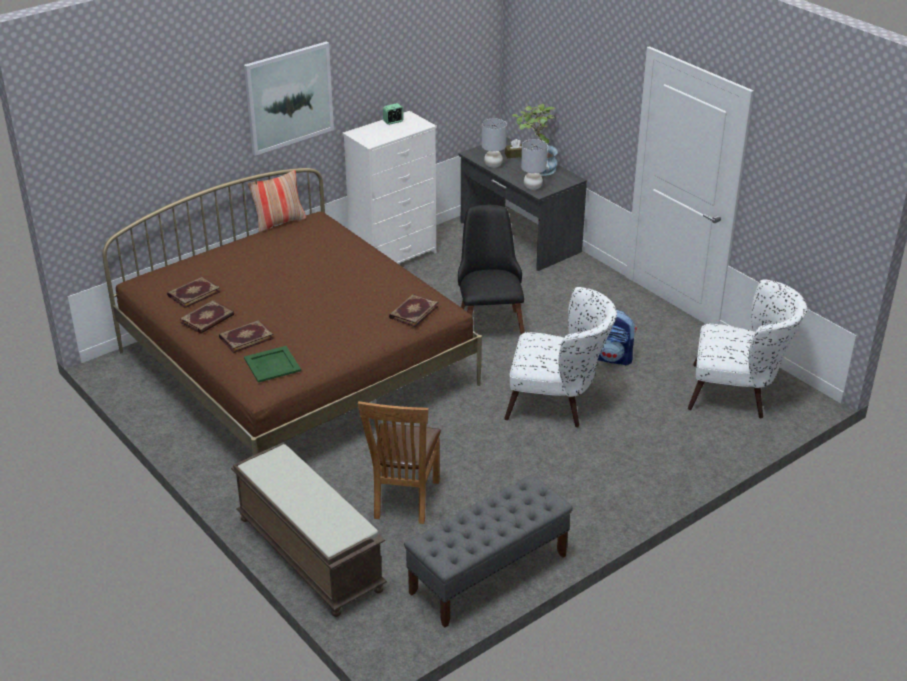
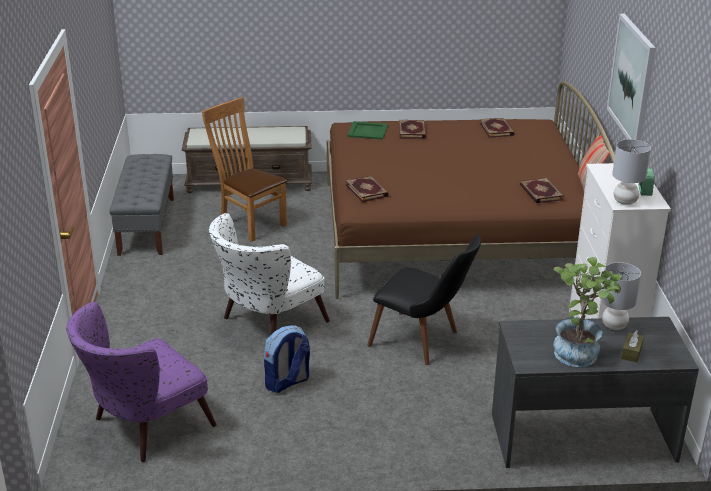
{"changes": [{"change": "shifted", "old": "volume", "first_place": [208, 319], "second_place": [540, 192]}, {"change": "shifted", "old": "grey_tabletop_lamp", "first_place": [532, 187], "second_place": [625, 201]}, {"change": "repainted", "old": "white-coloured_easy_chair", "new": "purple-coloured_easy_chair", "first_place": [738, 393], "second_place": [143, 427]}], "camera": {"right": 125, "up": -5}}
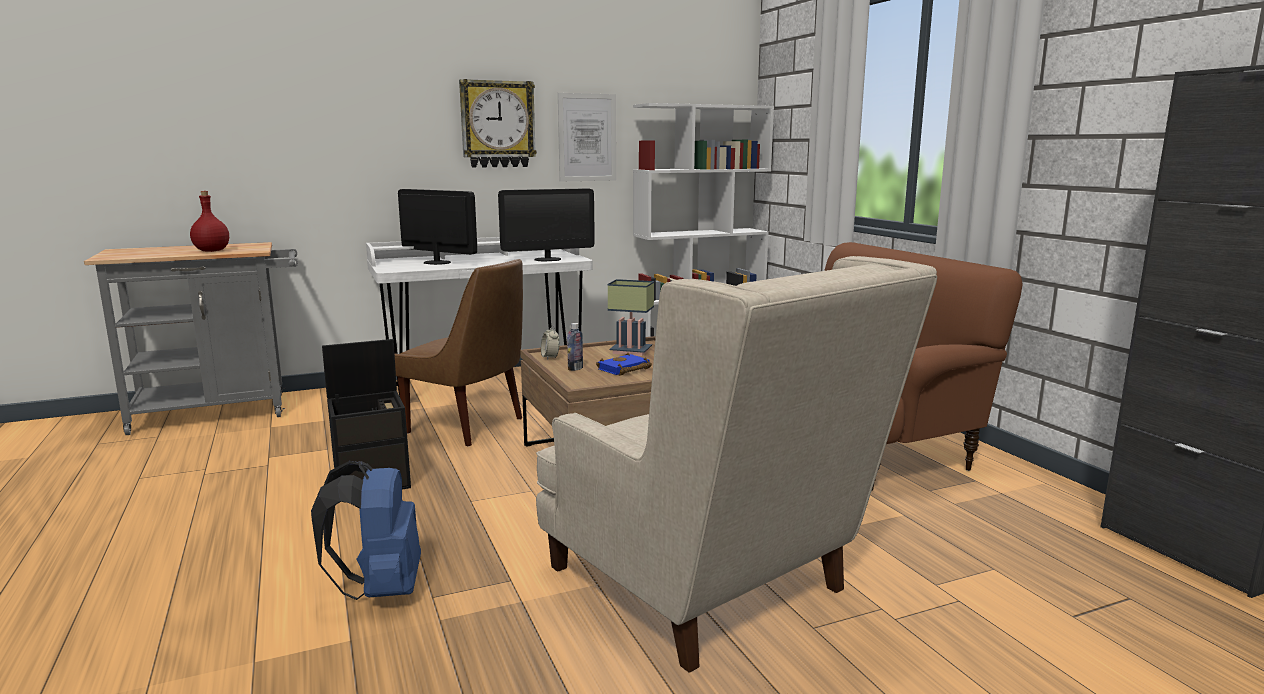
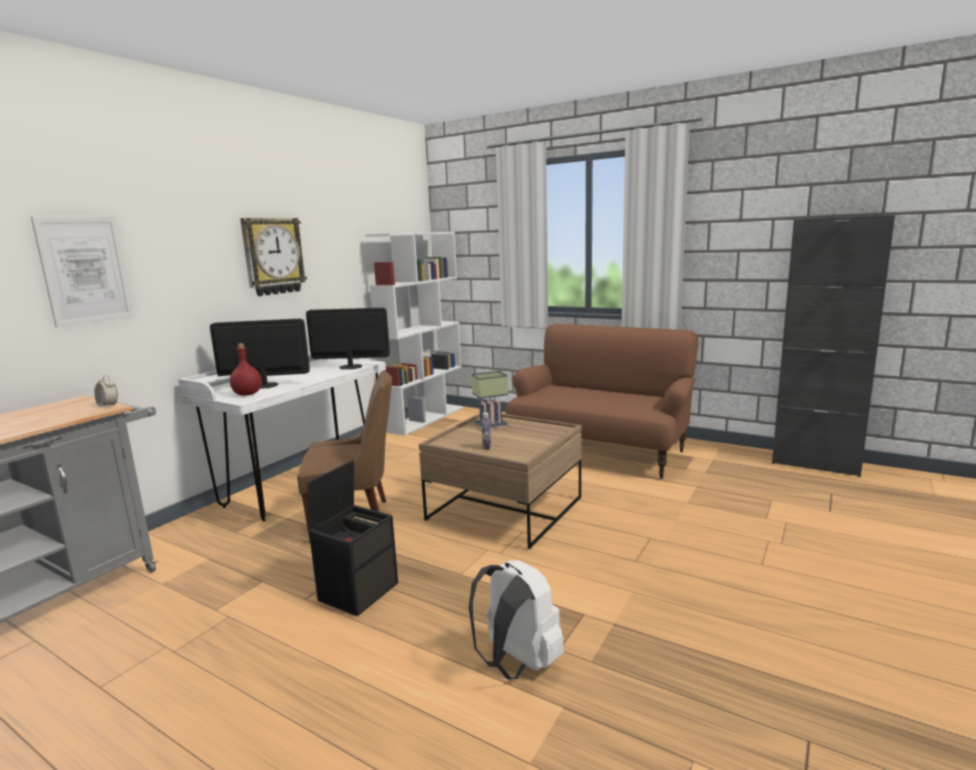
{"changes": [{"change": "gone", "old": "beige_easy_chair", "first_place": [712, 589]}, {"change": "gone", "old": "blue_volume", "first_place": [624, 369]}, {"change": "shifted", "old": "reddish_drink_bottle", "first_place": [212, 251], "second_place": [248, 394]}, {"change": "shifted", "old": "bedside_clock", "first_place": [550, 357], "second_place": [108, 405]}, {"change": "shifted", "old": "wall_art", "first_place": [587, 137], "second_place": [86, 270]}, {"change": "repainted", "old": "blue_rucksack", "new": "white-coloured_rucksack", "first_place": [380, 589], "second_place": [516, 663]}, {"change": "rotated", "old": "computer_screen", "first_place": [547, 259], "second_place": [350, 367], "degrees": -120}], "camera": {"right": -35, "up": 0}}
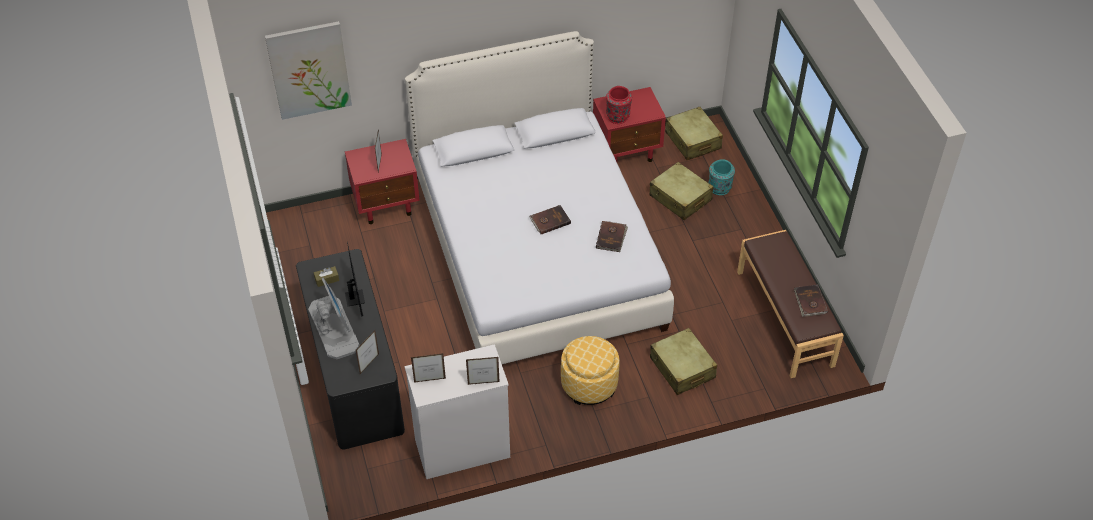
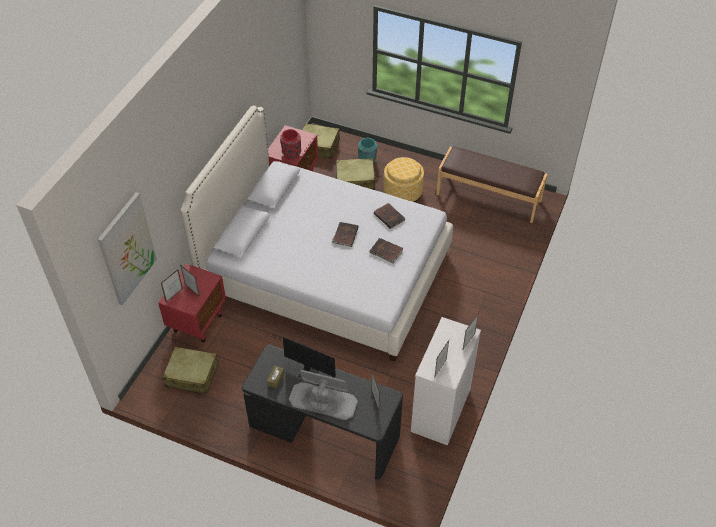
{"changes": [{"change": "new", "new": "photo_frame", "second_place": [174, 295]}, {"change": "shifted", "old": "pouffe", "first_place": [589, 384], "second_place": [402, 193]}, {"change": "shifted", "old": "beige_travel_case", "first_place": [682, 368], "second_place": [192, 375]}, {"change": "shifted", "old": "brown-coloured_volume", "first_place": [810, 302], "second_place": [386, 252]}], "camera": {"right": -50, "up": 0}}
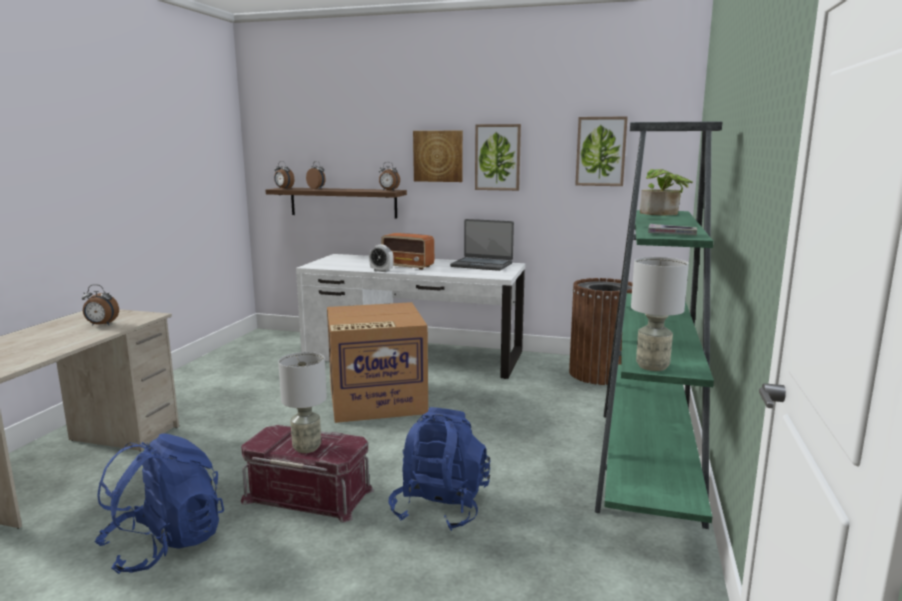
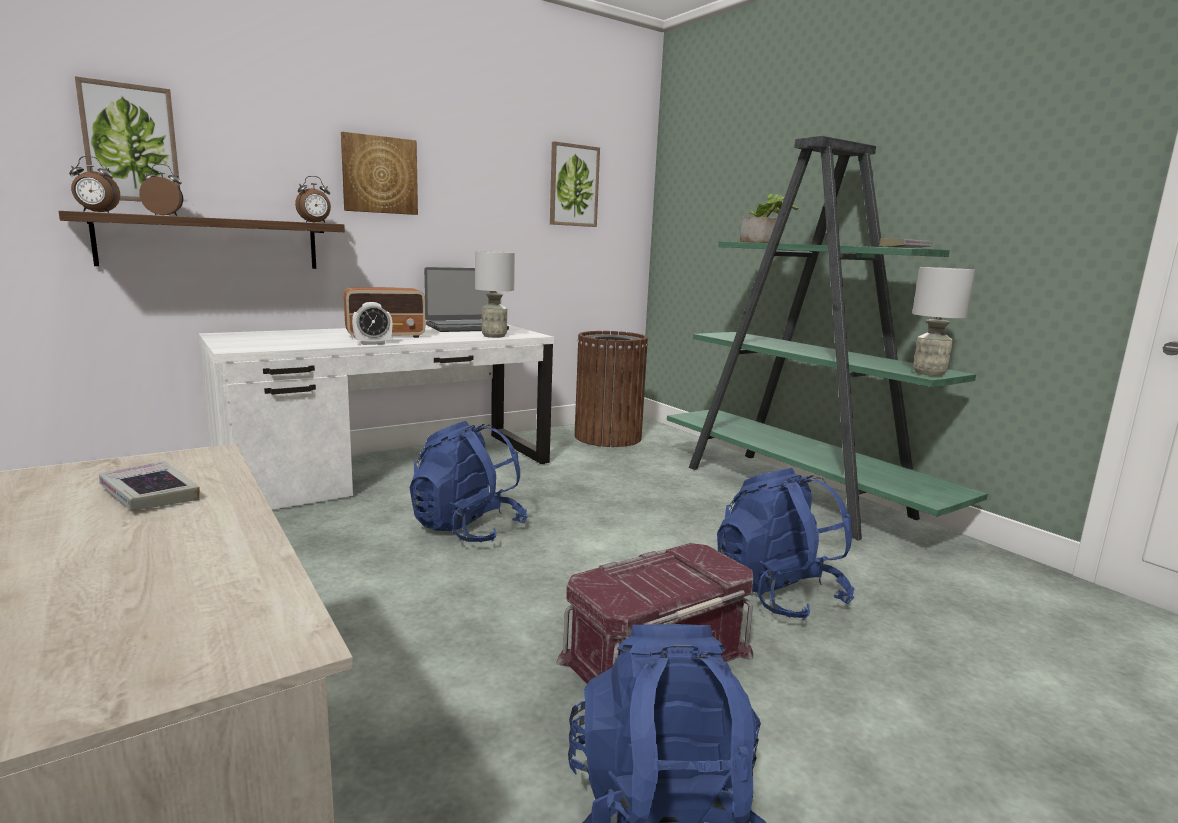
{"changes": [{"change": "shifted", "old": "grey_tabletop_lamp", "first_place": [306, 447], "second_place": [493, 336]}, {"change": "shifted", "old": "wall_art", "first_place": [497, 157], "second_place": [130, 143]}, {"change": "swapped", "old": "bedside_clock", "new": "volume", "first_place": [101, 325], "second_place": [149, 494]}, {"change": "swapped", "old": "carton", "new": "blue_rucksack", "first_place": [375, 400], "second_place": [467, 529]}], "camera": {"right": -50, "up": 0}}
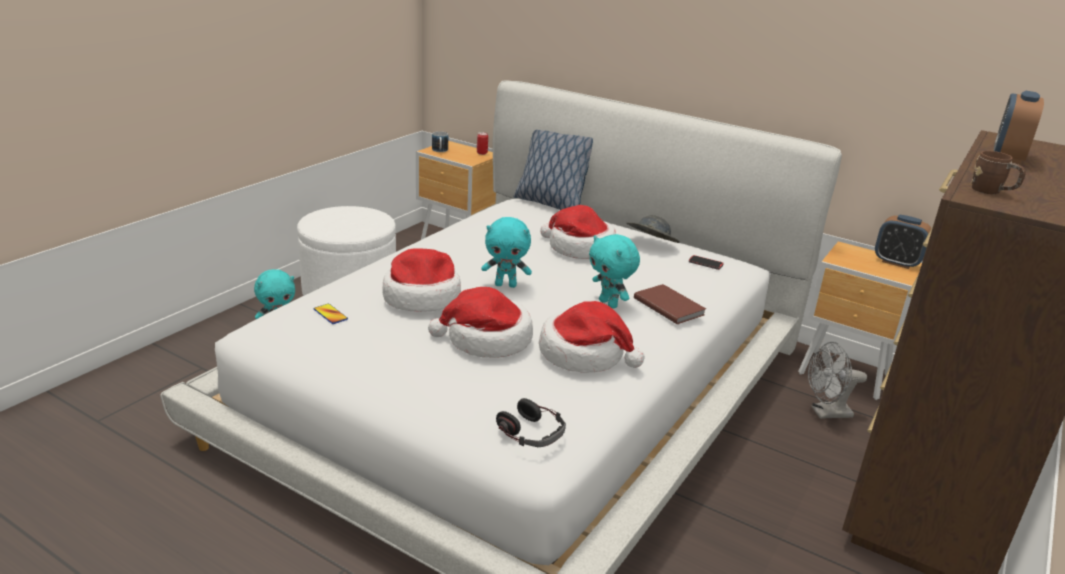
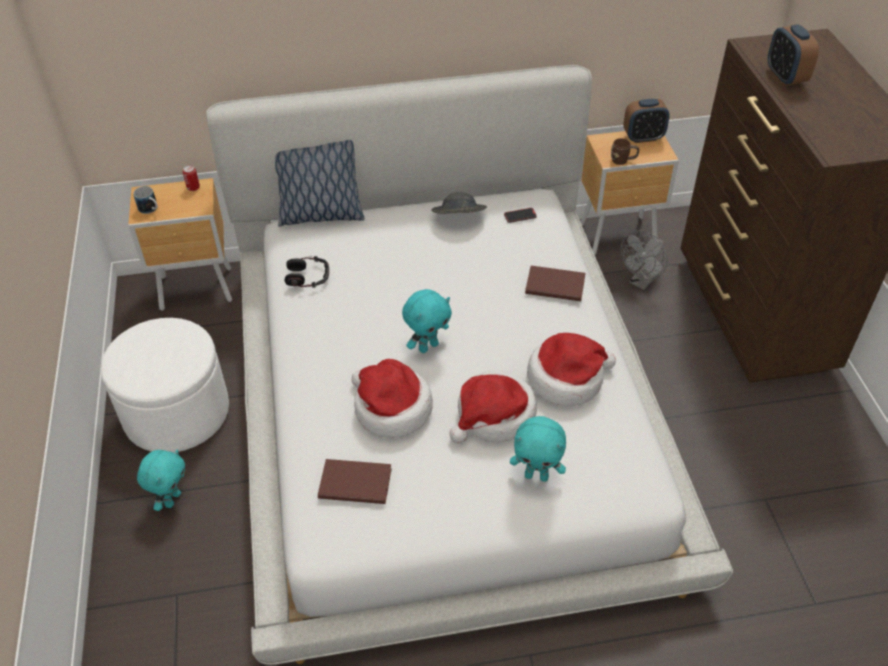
{"changes": [{"change": "gone", "old": "wearable_hat", "first_place": [579, 248]}, {"change": "shifted", "old": "headset", "first_place": [531, 432], "second_place": [308, 277]}, {"change": "shifted", "old": "turquoise_cuddly_toy", "first_place": [609, 304], "second_place": [537, 475]}, {"change": "shifted", "old": "brown-coloured_coffee_mug", "first_place": [992, 192], "second_place": [623, 161]}, {"change": "swapped", "old": "handset", "new": "brown-coloured_volume", "first_place": [330, 314], "second_place": [354, 482]}], "camera": {"right": -40, "up": 20}}
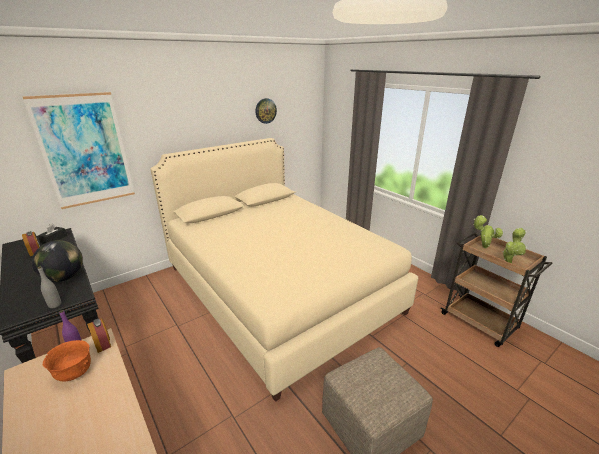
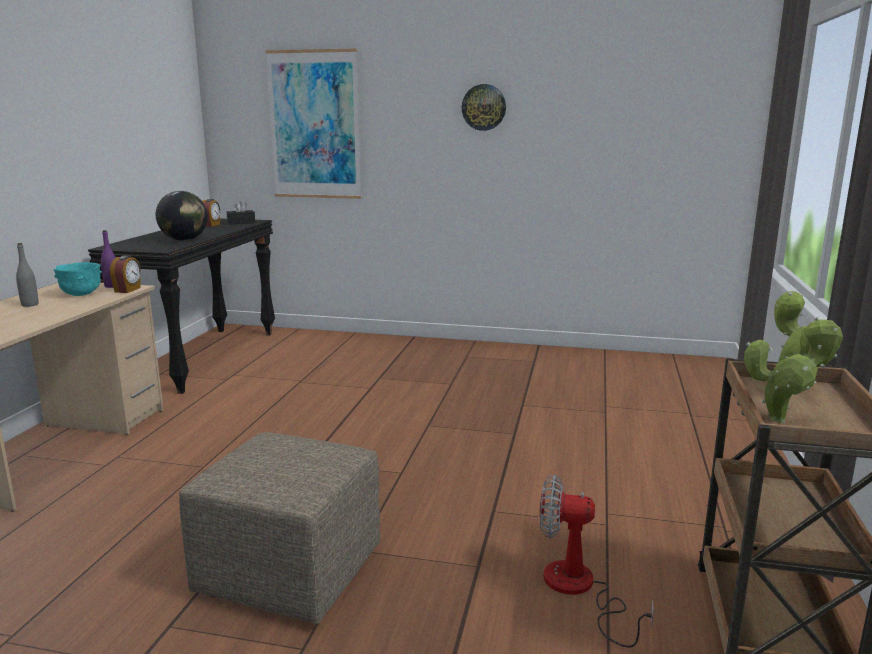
{"changes": [{"change": "gone", "old": "beige_sleeping_bed", "first_place": [279, 289]}, {"change": "new", "new": "cooling_fan", "second_place": [579, 590]}, {"change": "shifted", "old": "grey_drink_bottle", "first_place": [55, 305], "second_place": [30, 304]}, {"change": "shifted", "old": "clock_on_the_wall", "first_place": [265, 111], "second_place": [484, 107]}, {"change": "repainted", "old": "orange-coloured_deep_dish", "new": "turquoise_deep_dish", "first_place": [74, 373], "second_place": [81, 294]}], "camera": {"right": 50, "up": -10}}
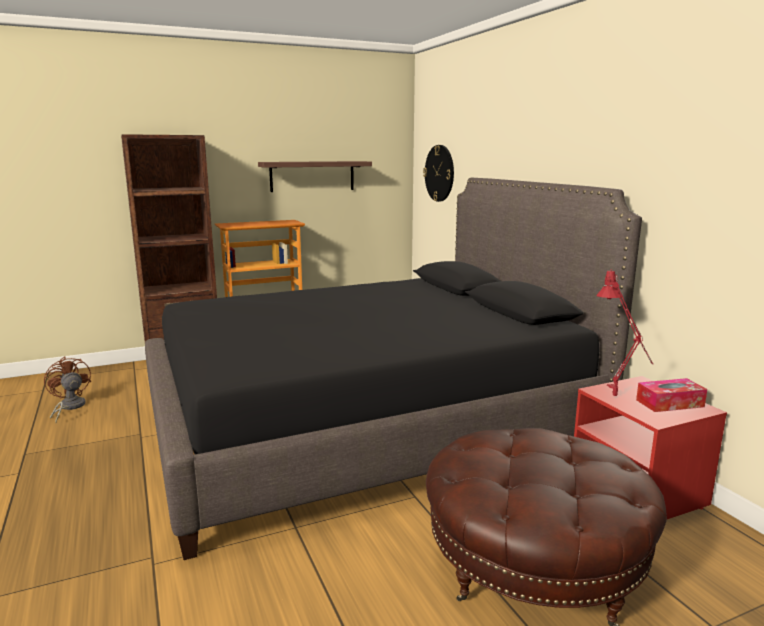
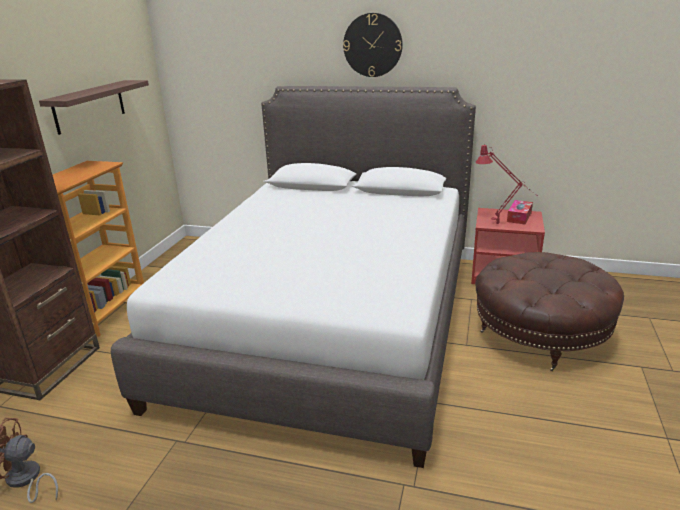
{"changes": [{"change": "shifted", "old": "clock_on_the_wall", "first_place": [439, 173], "second_place": [372, 45]}, {"change": "repainted", "old": "black-coloured_sleeping_bed", "new": "white-coloured_sleeping_bed", "first_place": [367, 427], "second_place": [330, 322]}], "camera": {"right": -50, "up": 10}}
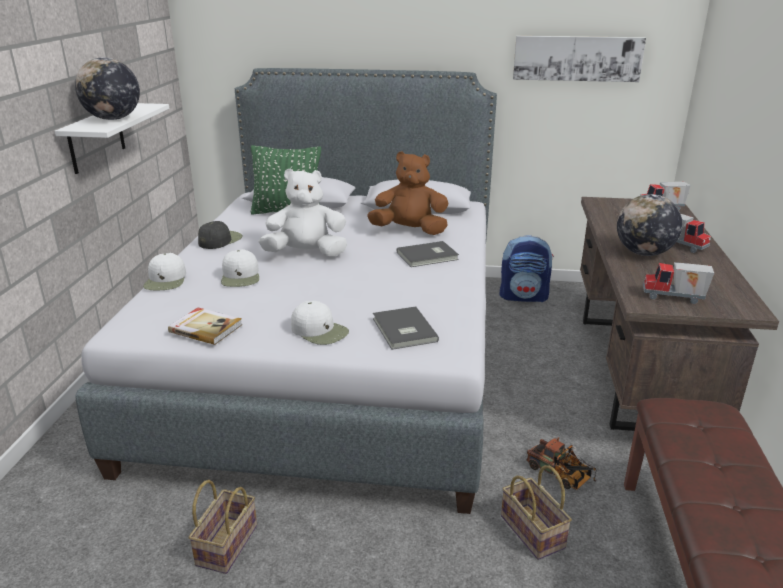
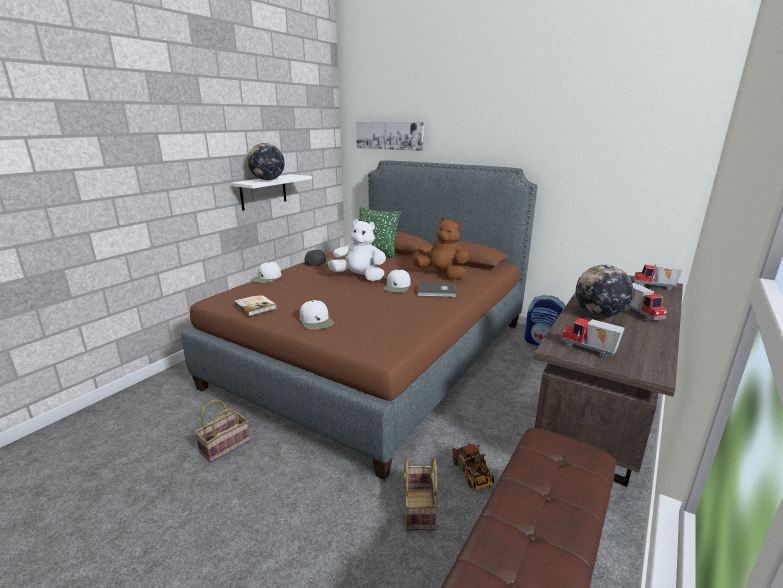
{"changes": [{"change": "gone", "old": "grey_volume", "first_place": [403, 330]}, {"change": "shifted", "old": "white-coloured_cap", "first_place": [241, 276], "second_place": [397, 287]}, {"change": "shifted", "old": "wall_art", "first_place": [577, 58], "second_place": [389, 135]}, {"change": "repainted", "old": "grey_sleeping_bed", "new": "brown-coloured_sleeping_bed", "first_place": [334, 355], "second_place": [378, 352]}], "camera": {"right": 25, "up": -5}}
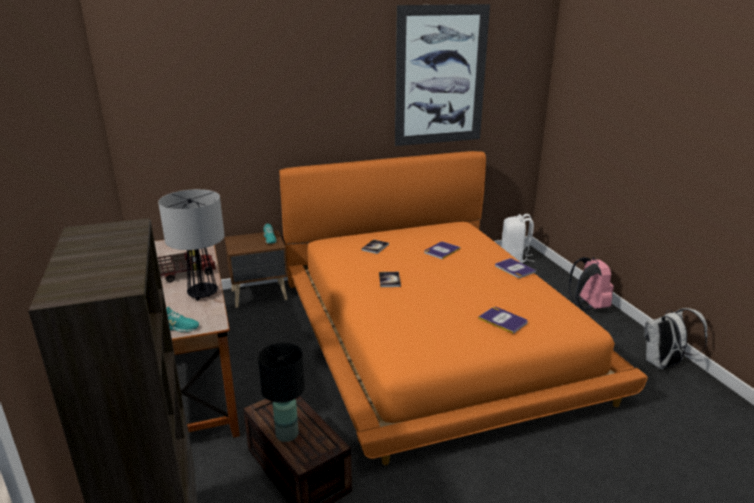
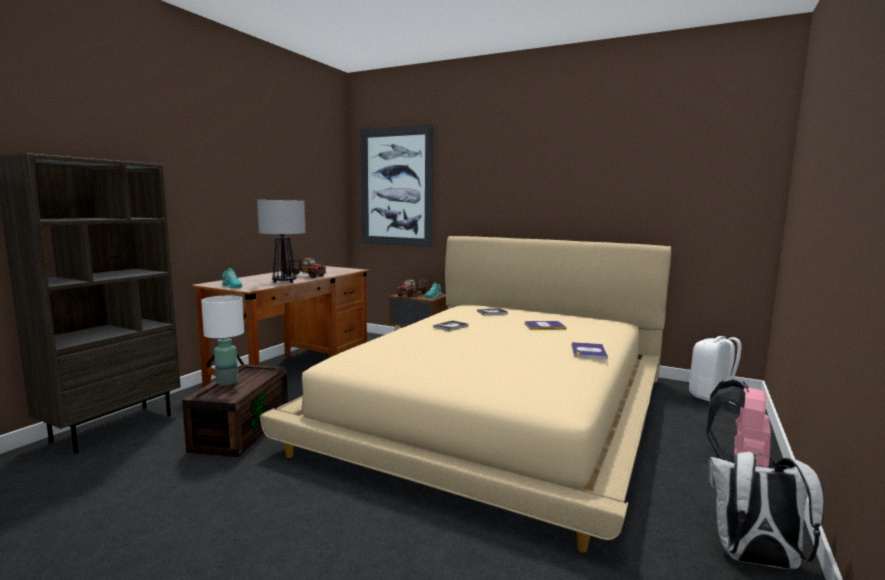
{"changes": [{"change": "gone", "old": "volume", "first_place": [503, 320]}, {"change": "new", "new": "model_truck", "second_place": [413, 294]}, {"change": "shifted", "old": "wall_art", "first_place": [440, 76], "second_place": [396, 187]}, {"change": "repainted", "old": "black-coloured_tabletop_lamp", "new": "white-coloured_tabletop_lamp", "first_place": [287, 433], "second_place": [227, 382]}, {"change": "repainted", "old": "orange-coloured_sleeping_bed", "new": "beige_sleeping_bed", "first_place": [432, 333], "second_place": [499, 409]}], "camera": {"right": 45, "up": -15}}
